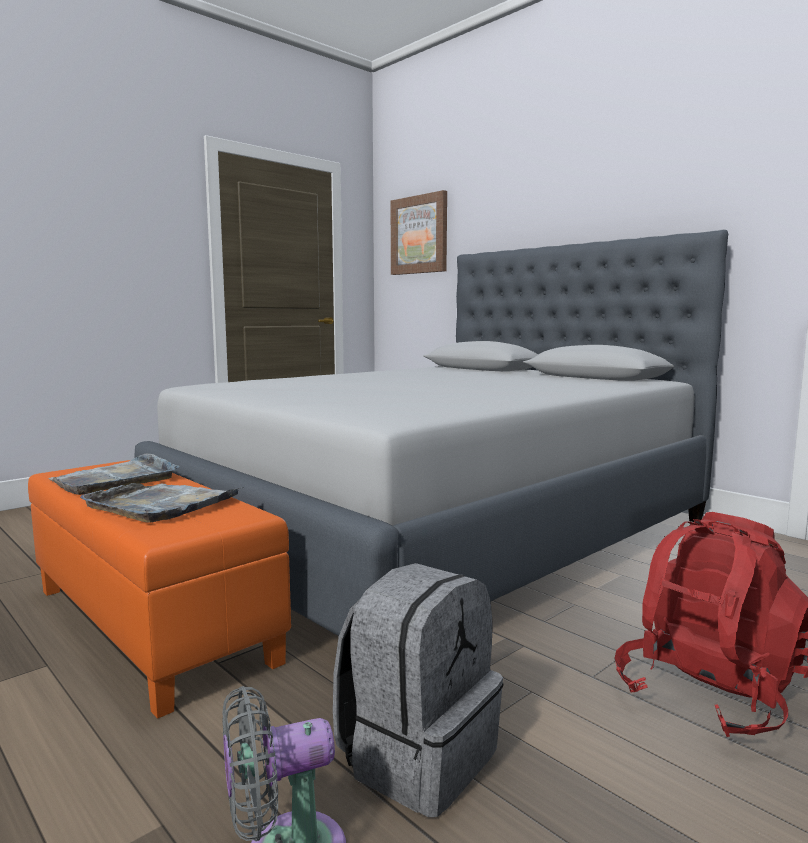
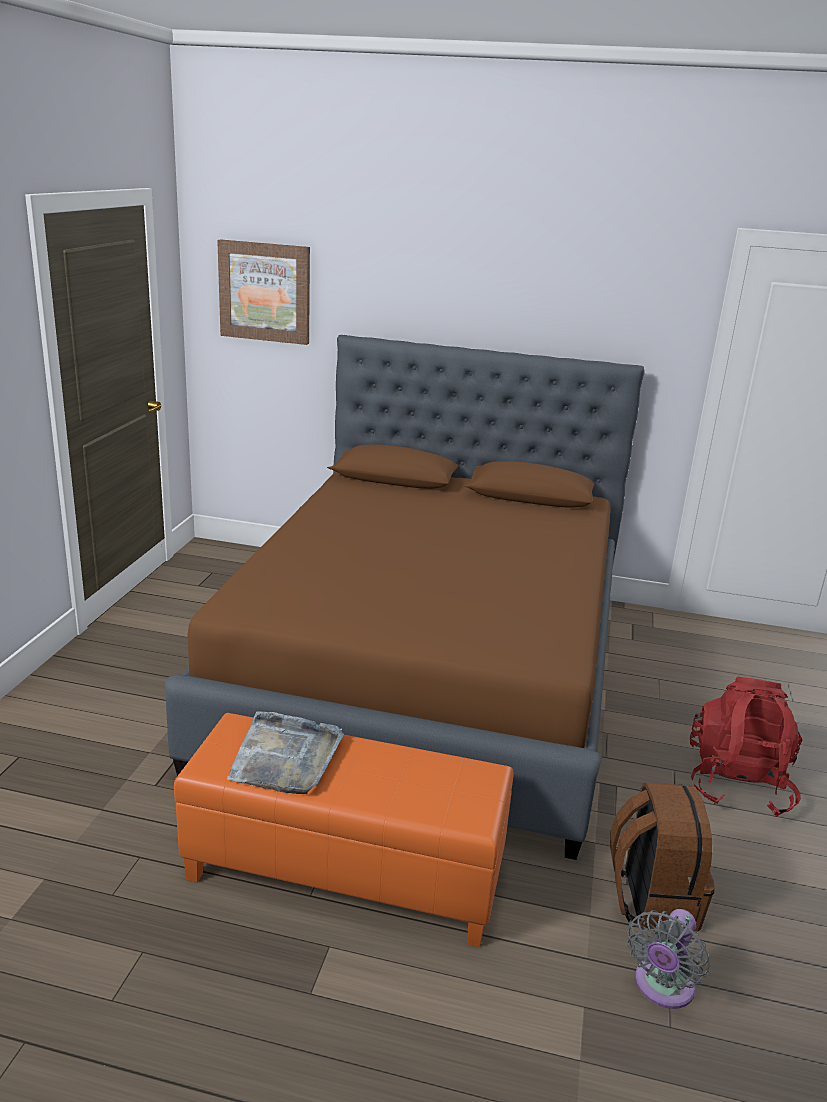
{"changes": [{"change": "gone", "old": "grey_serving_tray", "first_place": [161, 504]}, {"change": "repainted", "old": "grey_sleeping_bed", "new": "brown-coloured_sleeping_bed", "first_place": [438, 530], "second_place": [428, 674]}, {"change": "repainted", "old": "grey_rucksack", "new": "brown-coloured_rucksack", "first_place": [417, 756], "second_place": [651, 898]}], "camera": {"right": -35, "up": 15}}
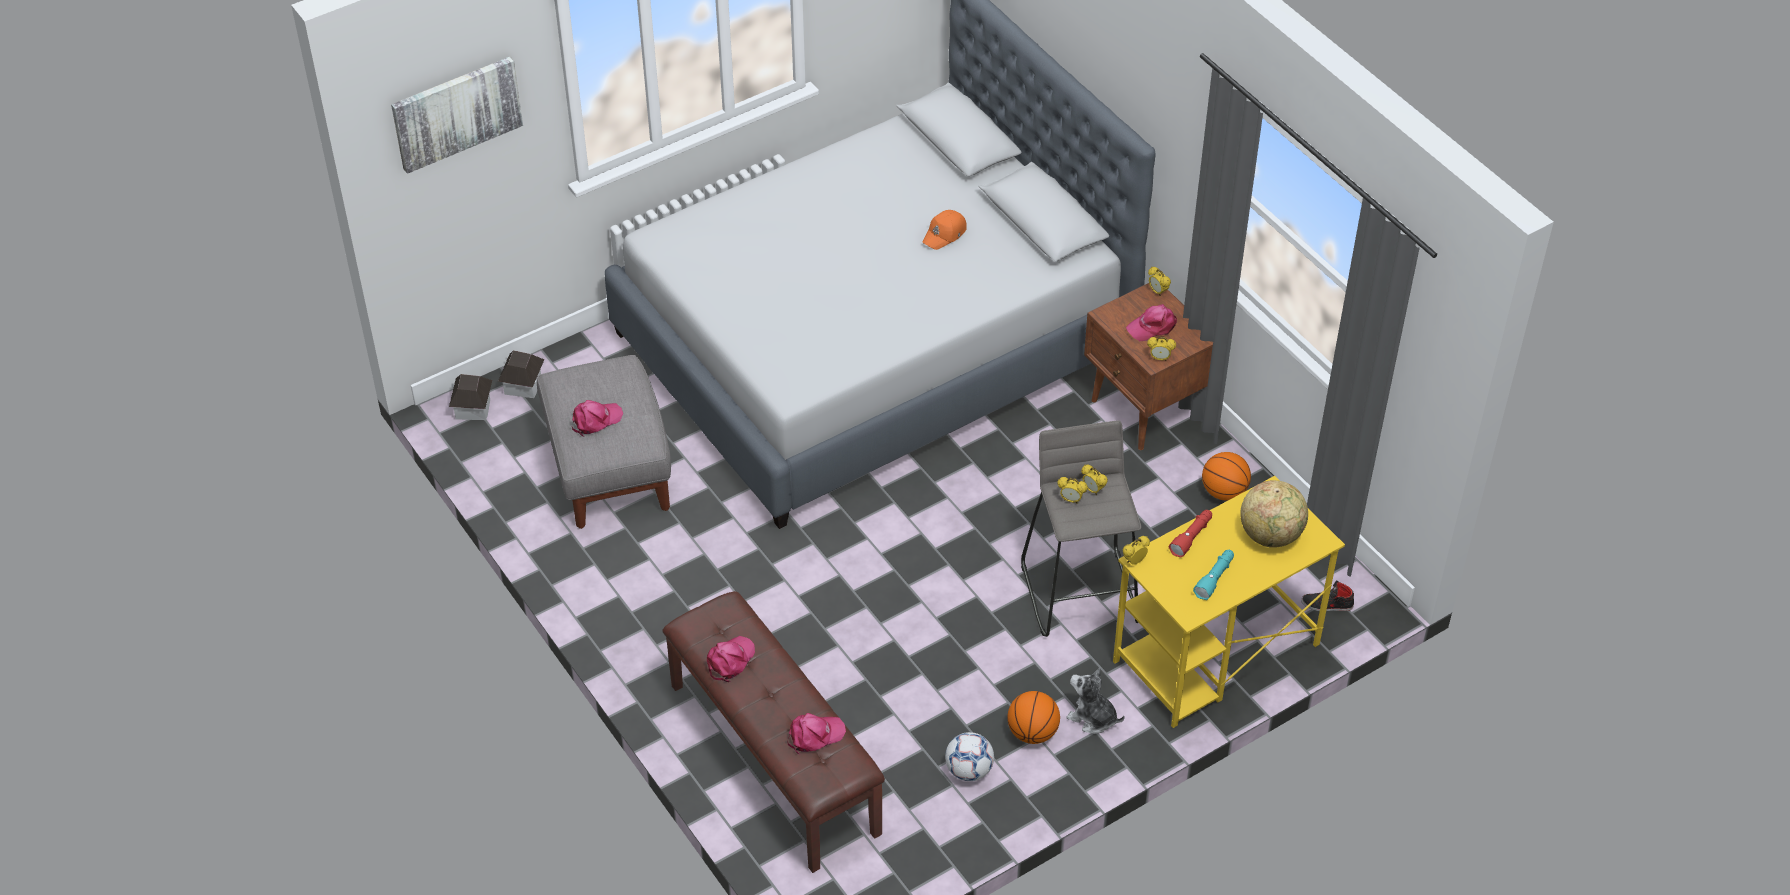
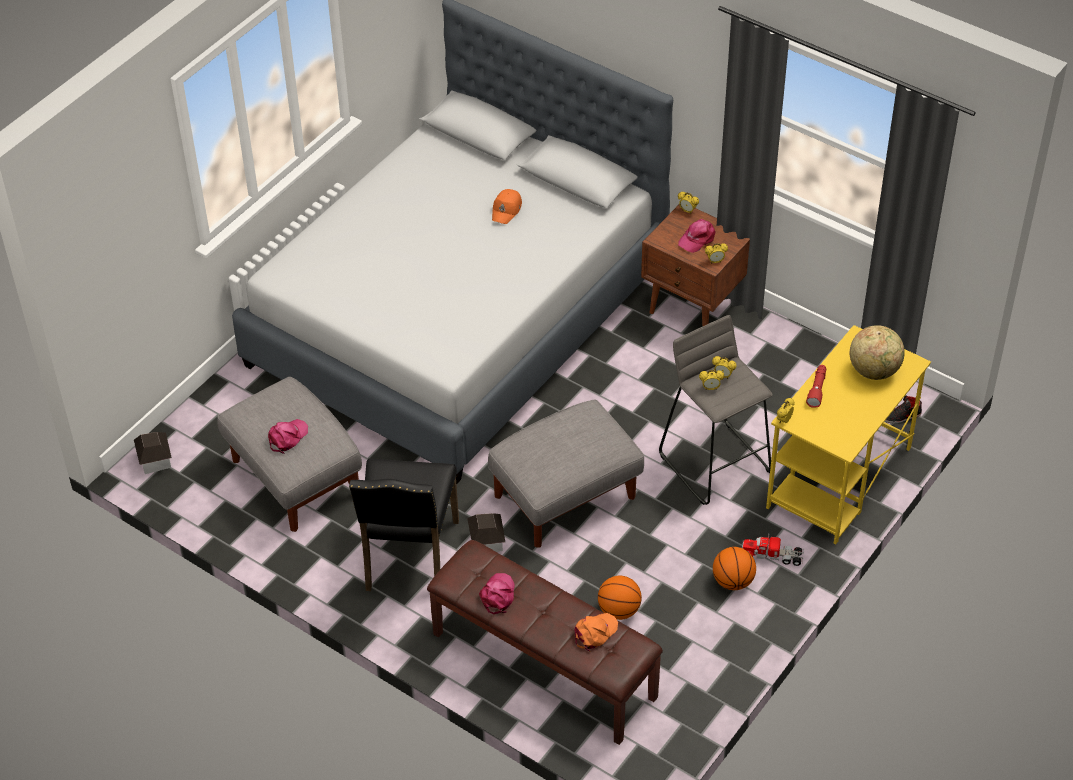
{"changes": [{"change": "gone", "old": "wall_art", "first_place": [456, 112]}, {"change": "gone", "old": "football", "first_place": [969, 770]}, {"change": "gone", "old": "turquoise_torch", "first_place": [1215, 578]}, {"change": "new", "new": "black-coloured_upright_chair", "second_place": [409, 557]}, {"change": "new", "new": "grey_pouffe", "second_place": [564, 498]}, {"change": "shifted", "old": "model_house", "first_place": [523, 385], "second_place": [487, 542]}, {"change": "shifted", "old": "basketball", "first_place": [1224, 492], "second_place": [619, 610]}, {"change": "swapped", "old": "cuddly_toy", "new": "model_truck", "first_place": [1092, 718], "second_place": [772, 555]}, {"change": "repainted", "old": "pink-coloured_cap", "new": "orange-coloured_cap", "first_place": [814, 735], "second_place": [595, 633]}], "camera": {"right": -20, "up": 0}}
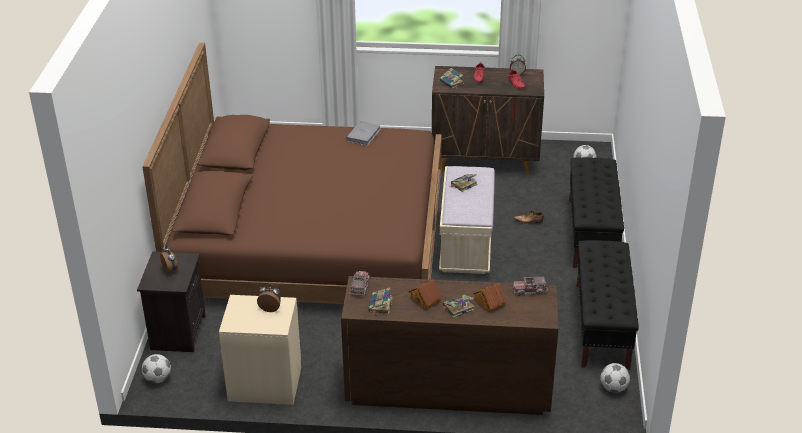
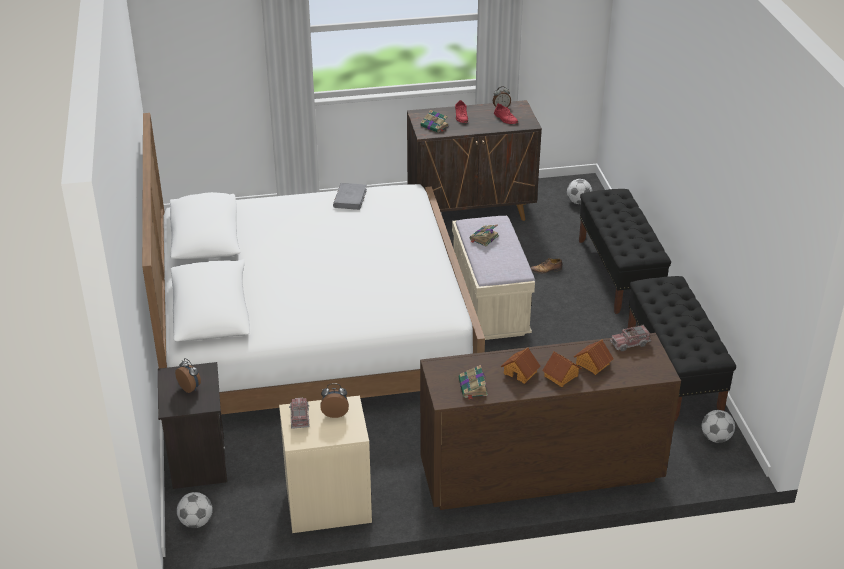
{"changes": [{"change": "shifted", "old": "model_truck", "first_place": [359, 287], "second_place": [300, 418]}, {"change": "swapped", "old": "volume", "new": "model_house", "first_place": [458, 308], "second_place": [561, 376]}, {"change": "repainted", "old": "brown-coloured_sleeping_bed", "new": "white-coloured_sleeping_bed", "first_place": [311, 238], "second_place": [312, 326]}], "camera": {"right": -15, "up": 0}}
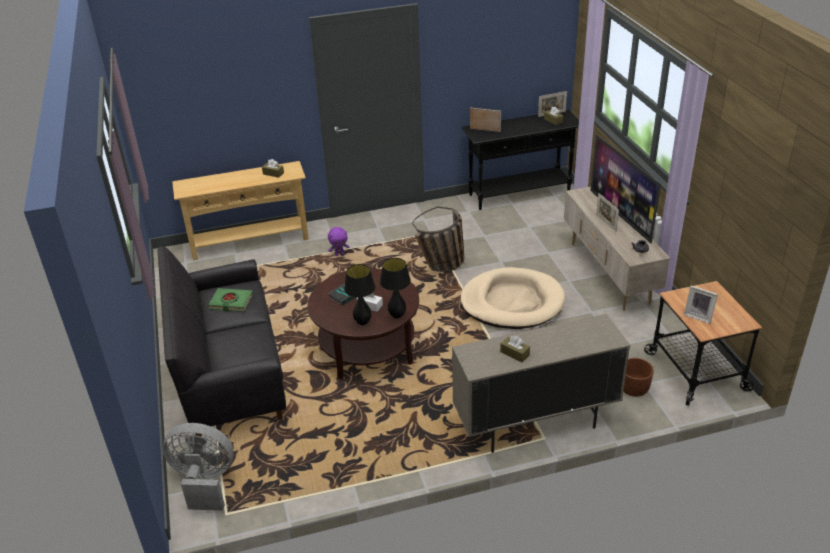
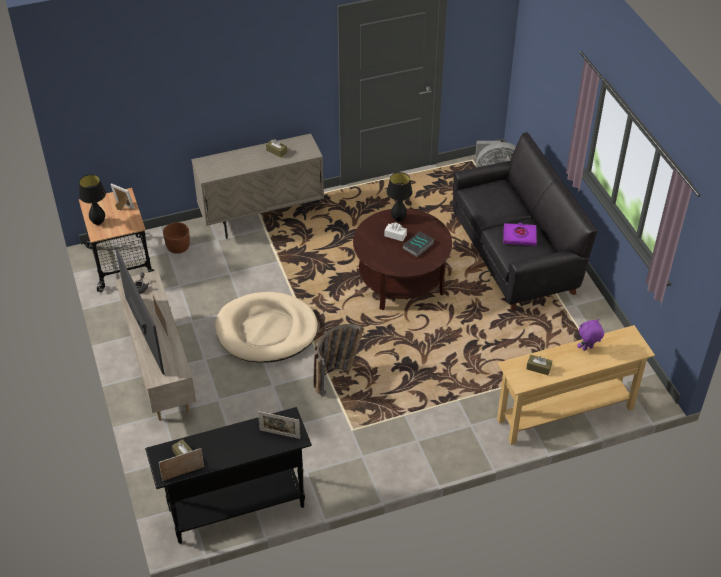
{"changes": [{"change": "shifted", "old": "purple-coloured_cuddly_toy", "first_place": [339, 254], "second_place": [587, 349]}, {"change": "shifted", "old": "black-coloured_tabletop_lamp", "first_place": [397, 316], "second_place": [98, 222]}, {"change": "repainted", "old": "green_volume", "new": "purple-coloured_volume", "first_place": [231, 302], "second_place": [519, 236]}], "camera": {"right": 175, "up": 10}}
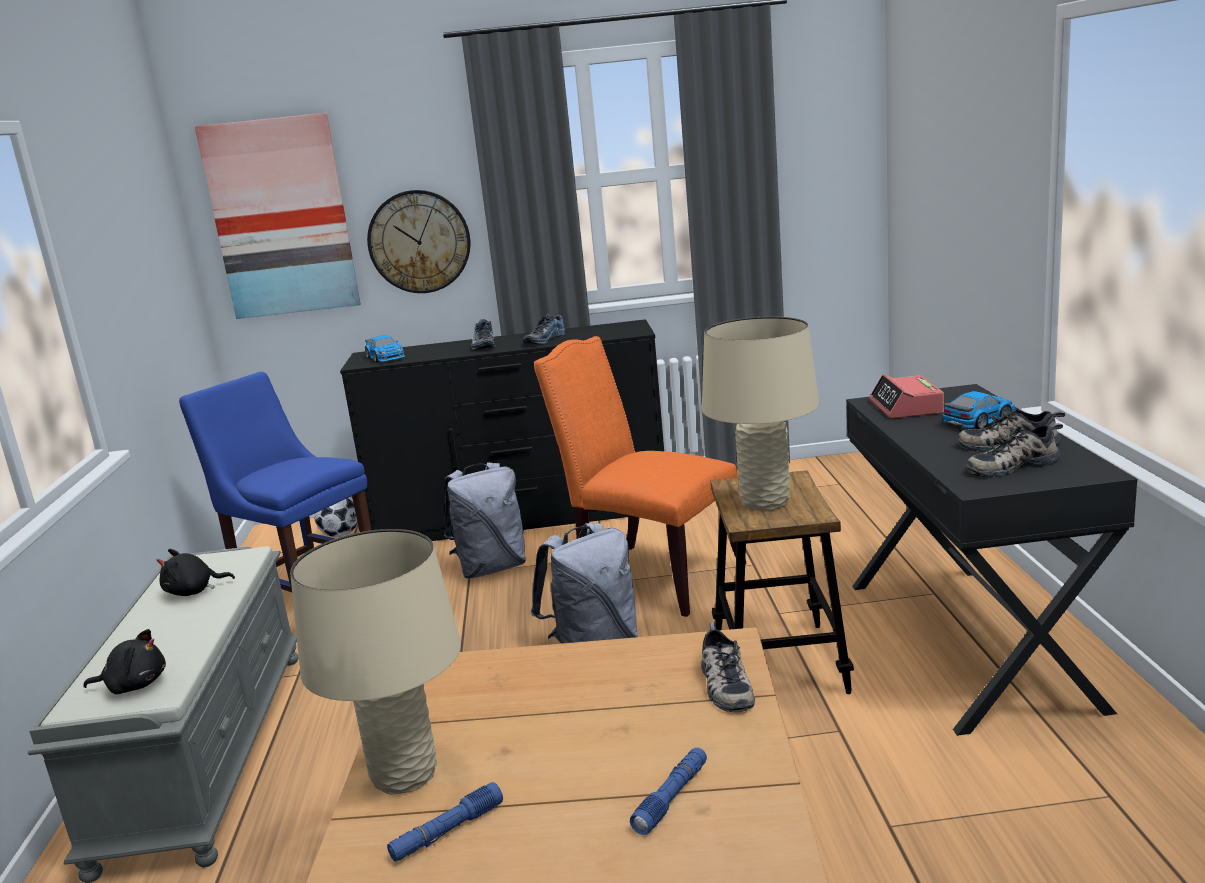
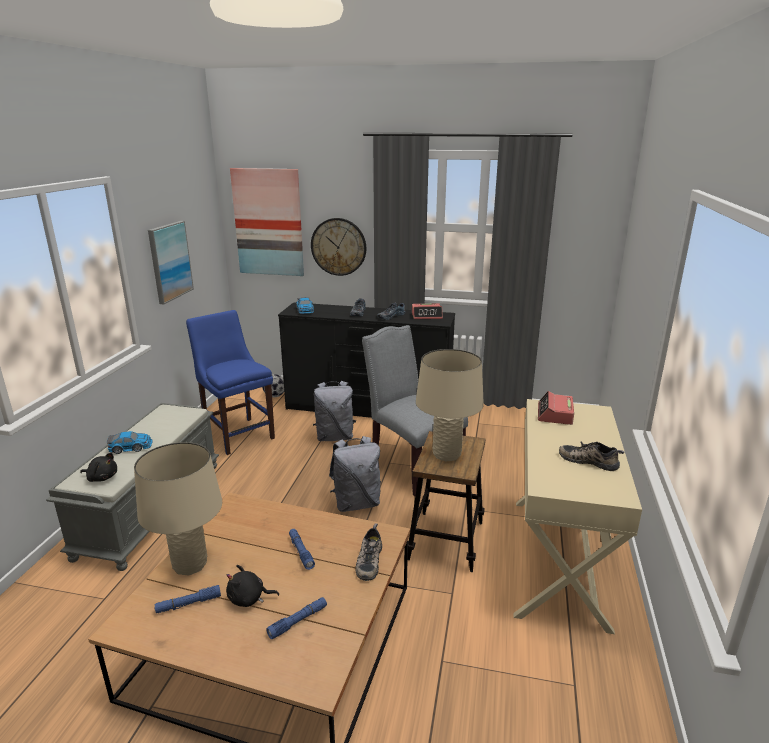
{"changes": [{"change": "gone", "old": "low_shoe", "first_place": [1012, 465]}, {"change": "new", "new": "wall_art", "second_place": [170, 261]}, {"change": "new", "new": "blue_torch", "second_place": [301, 552]}, {"change": "new", "new": "bedside_clock", "second_place": [427, 316]}, {"change": "shifted", "old": "black-coloured_cuddly_toy", "first_place": [193, 591], "second_place": [249, 598]}, {"change": "shifted", "old": "miniature_car", "first_place": [979, 421], "second_place": [131, 447]}, {"change": "repainted", "old": "orange-coloured_upright_chair", "new": "grey_upright_chair", "first_place": [651, 576], "second_place": [412, 464]}, {"change": "repainted", "old": "black-coloured_desk_unit", "new": "beige_desk_unit", "first_place": [969, 641], "second_place": [559, 559]}], "camera": {"right": 15, "up": 5}}
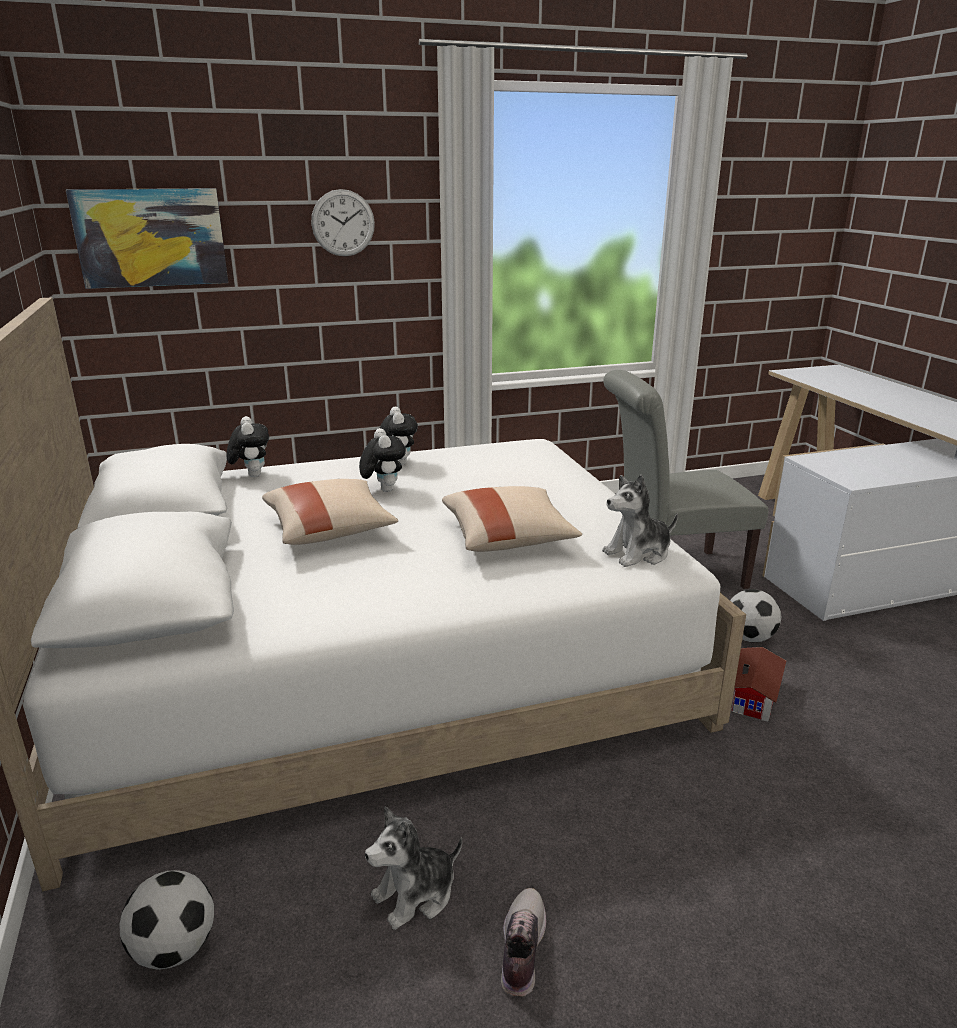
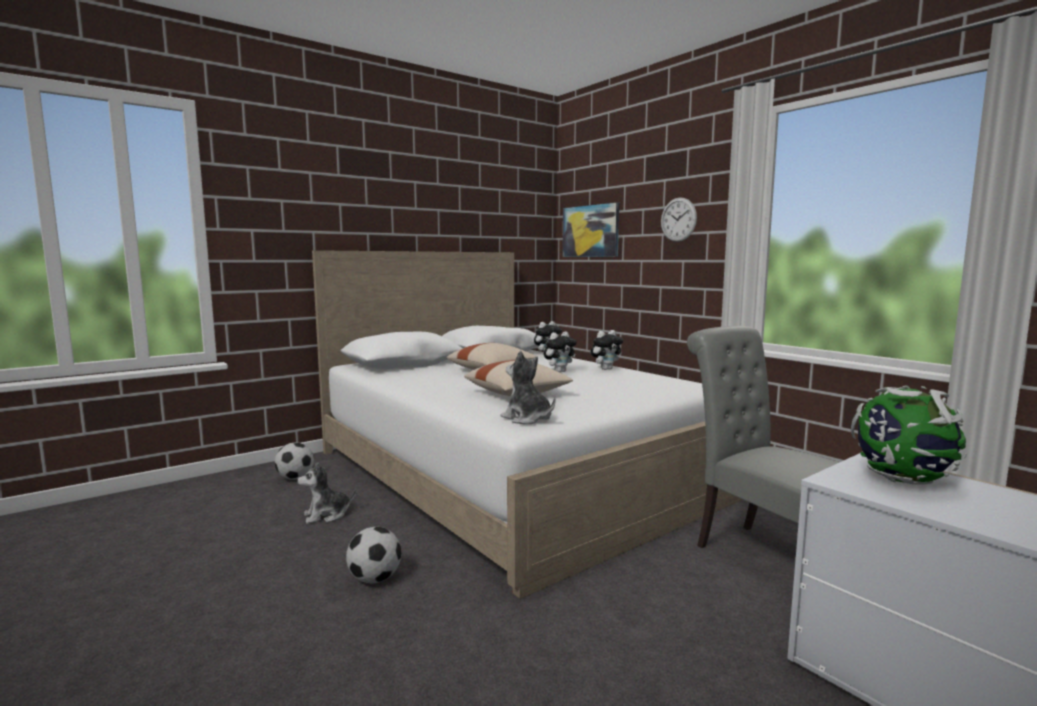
{"changes": [{"change": "gone", "old": "low_shoe", "first_place": [521, 949]}, {"change": "gone", "old": "model_house", "first_place": [754, 694]}, {"change": "new", "new": "desk_globe", "second_place": [902, 480]}, {"change": "shifted", "old": "football", "first_place": [749, 637], "second_place": [374, 579]}, {"change": "rotated", "old": "cuddly_toy", "first_place": [415, 894], "second_place": [326, 515], "degrees": -60}], "camera": {"right": 70, "up": -15}}
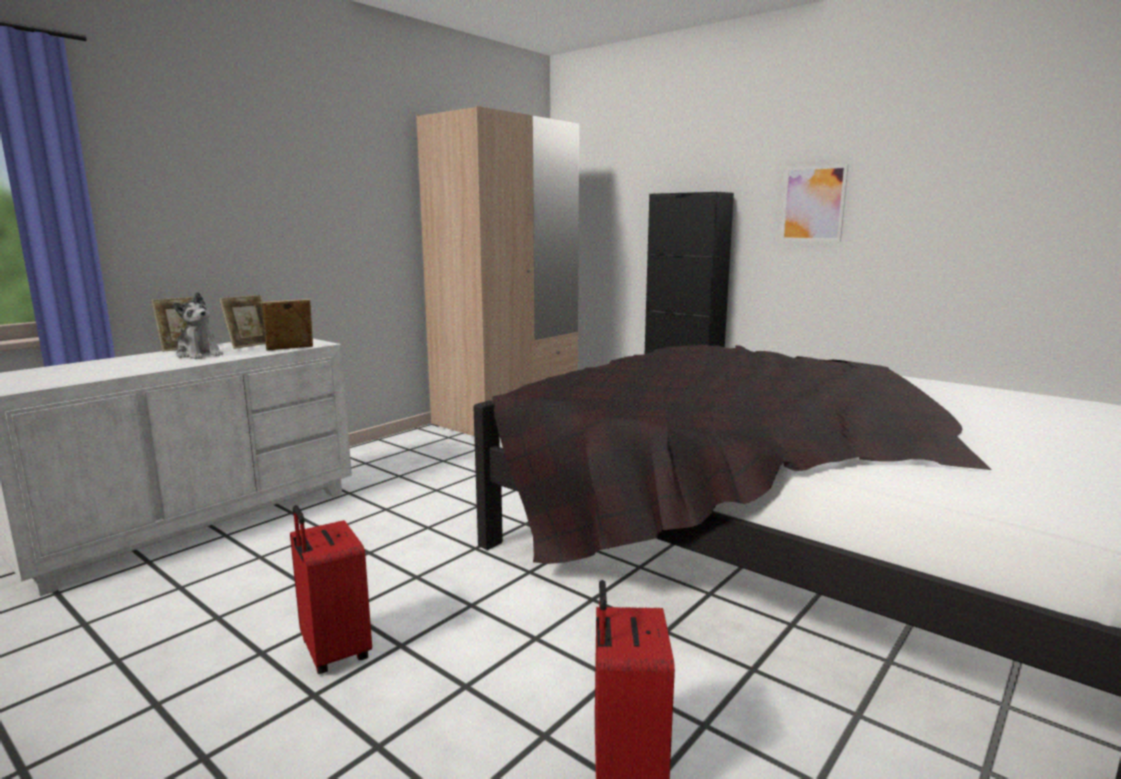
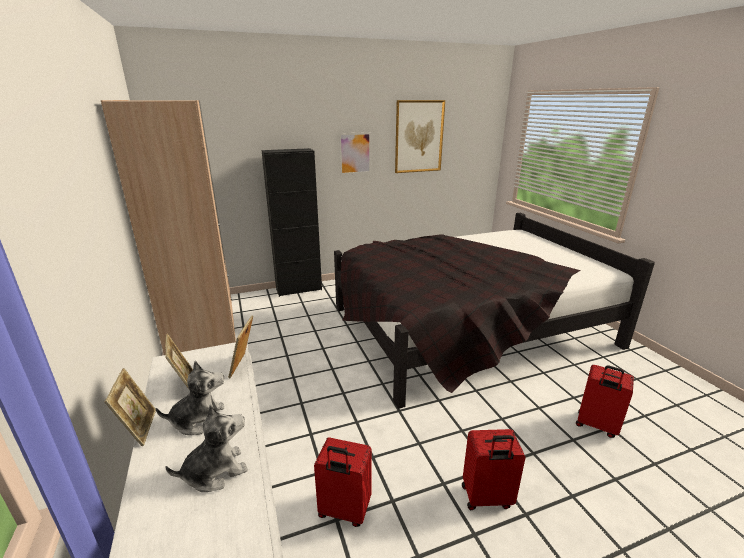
{"changes": [{"change": "new", "new": "cuddly_toy", "second_place": [215, 471]}, {"change": "new", "new": "reddish_travel_case", "second_place": [344, 511]}, {"change": "new", "new": "wall_art", "second_place": [419, 136]}], "camera": {"right": -60, "up": 10}}
